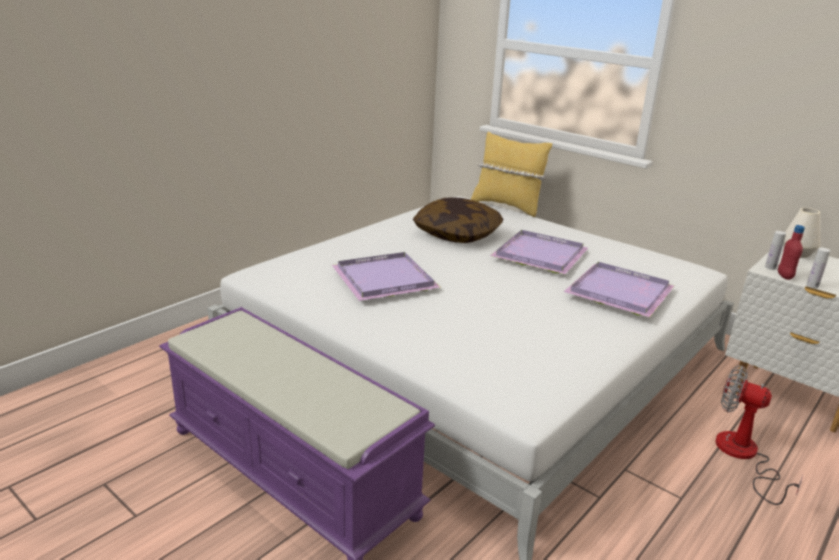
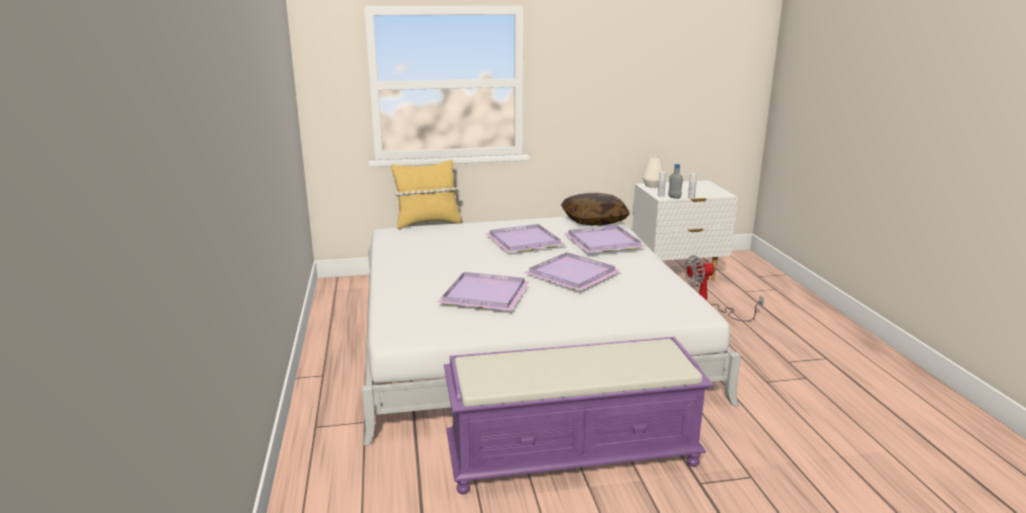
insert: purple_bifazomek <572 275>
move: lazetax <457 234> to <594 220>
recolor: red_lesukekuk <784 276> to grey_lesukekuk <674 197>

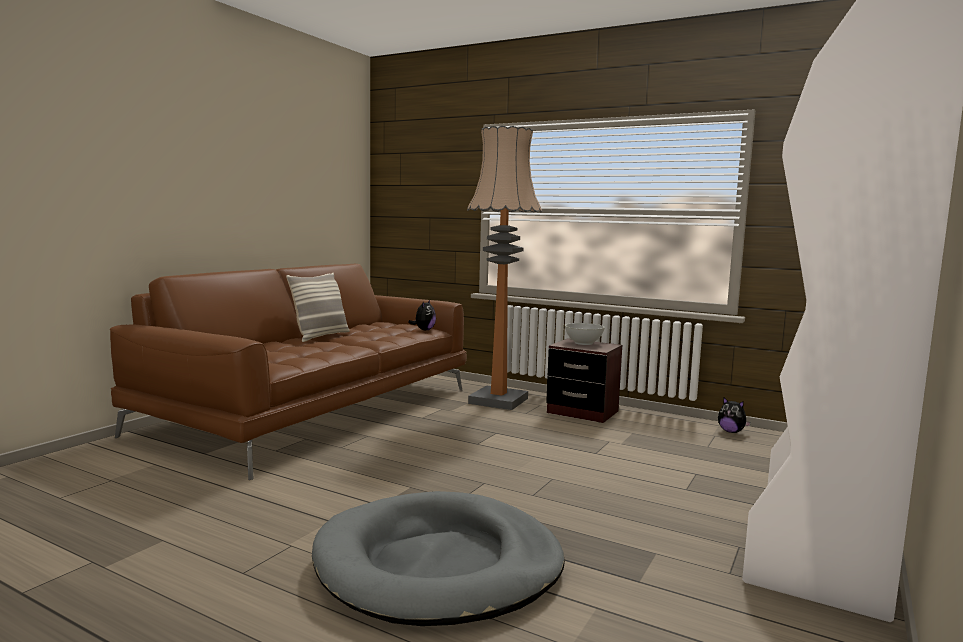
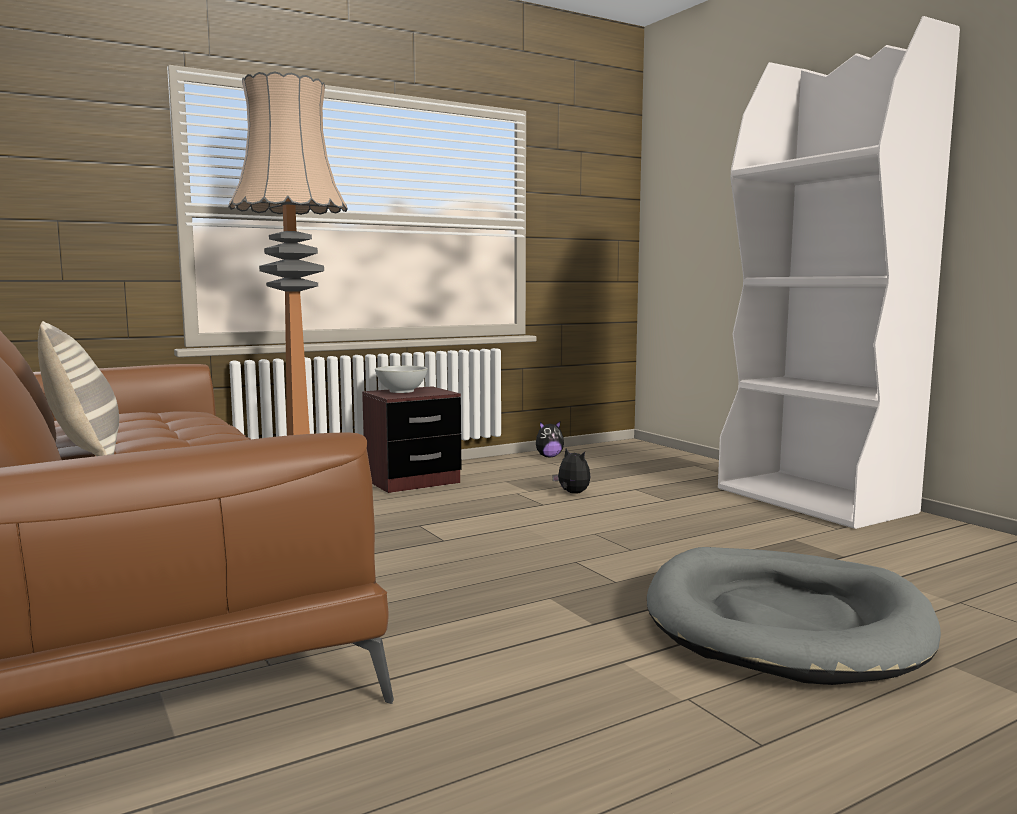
move: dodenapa <424 330> to <572 493>

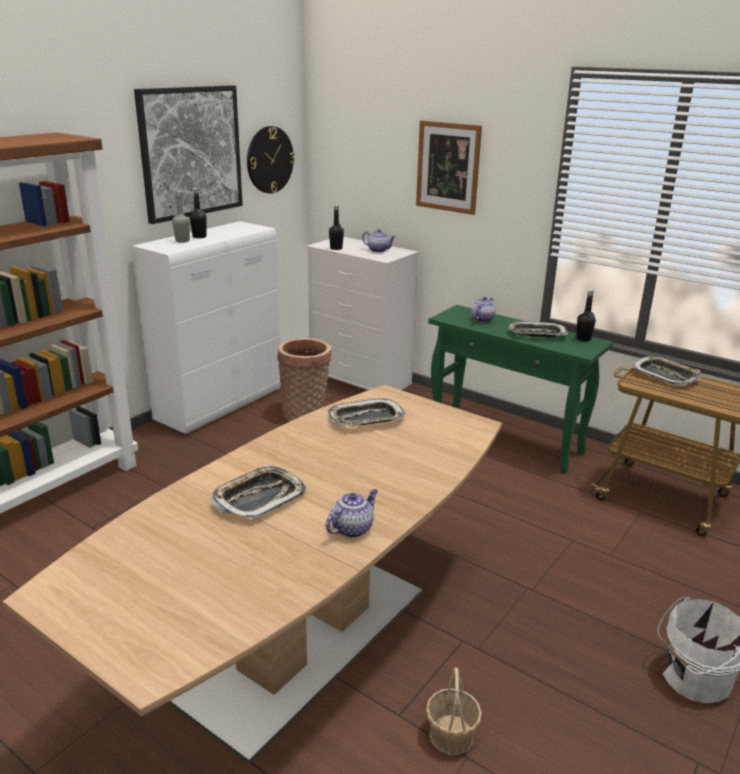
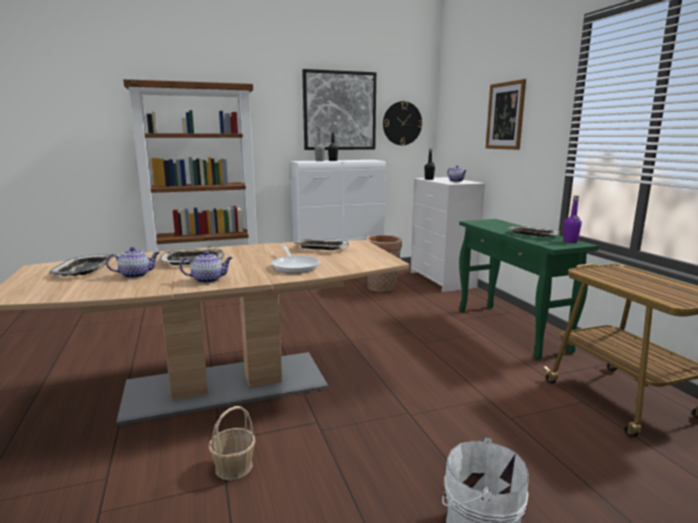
insert: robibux <295 266>
move: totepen <482 319> to <136 275>; bifazomek <665 375> to <85 270>
recolor: black_lesukekuk <583 339> to purple_lesukekuk <570 241>

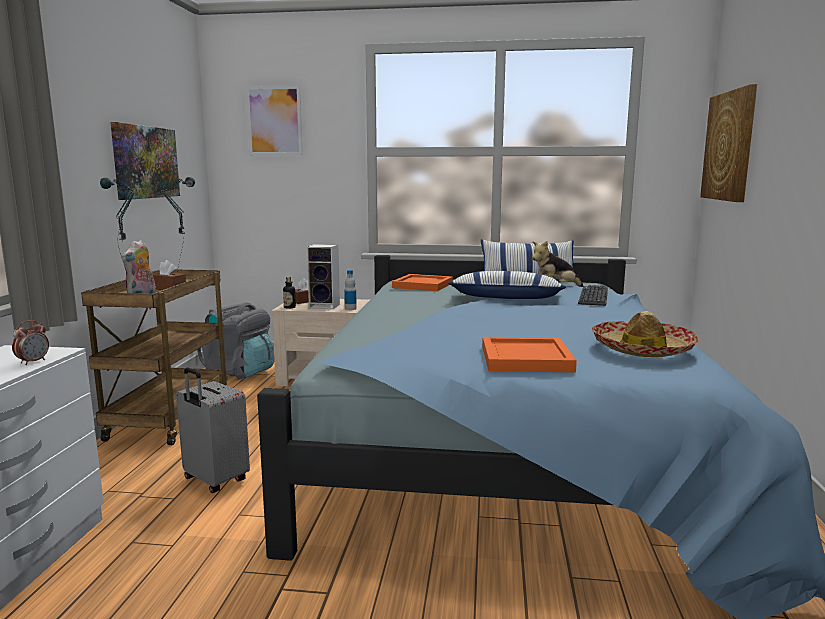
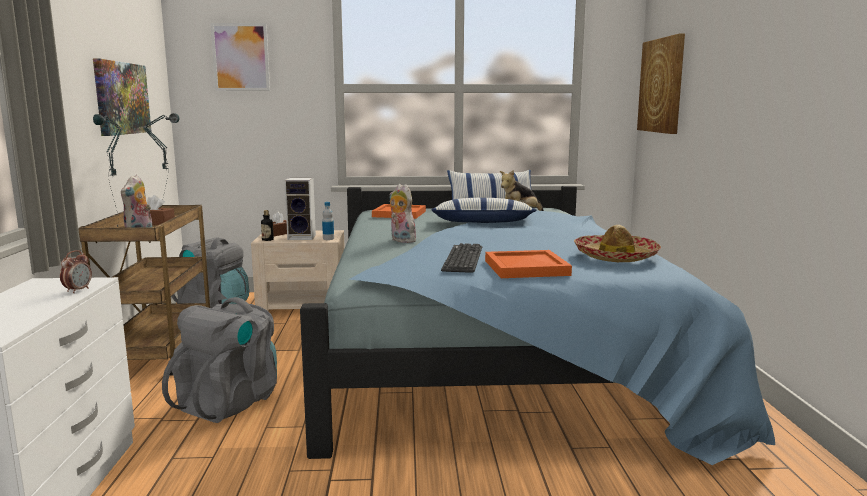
insert: dodenapa <401 240>
move: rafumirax <593 296> to <463 259>
replace: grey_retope <214 480> to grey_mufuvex <230 402>

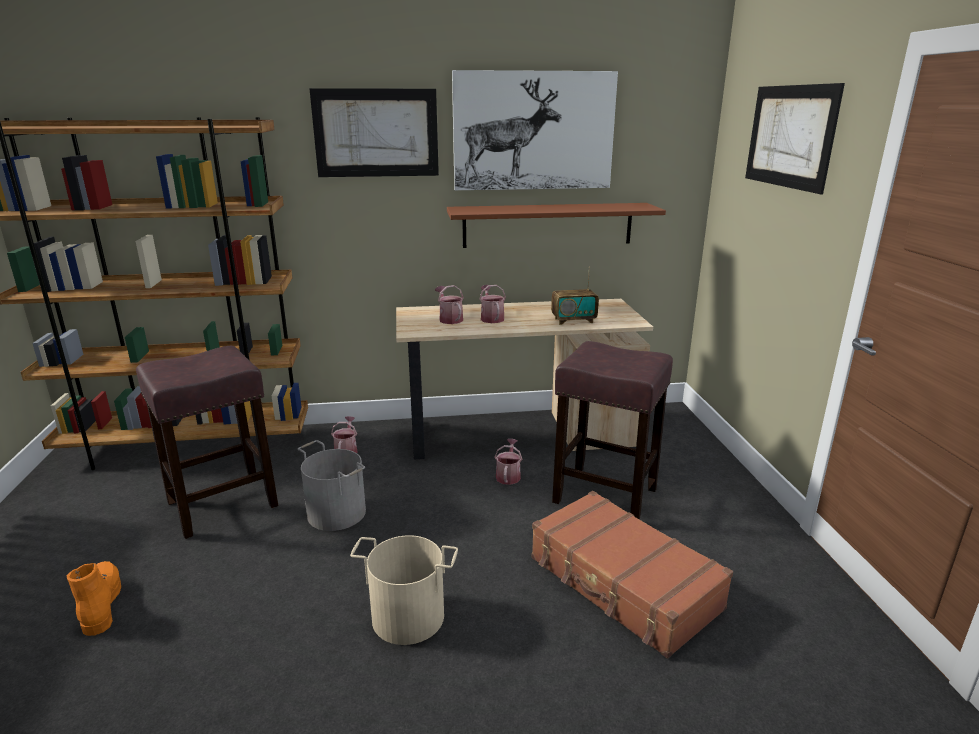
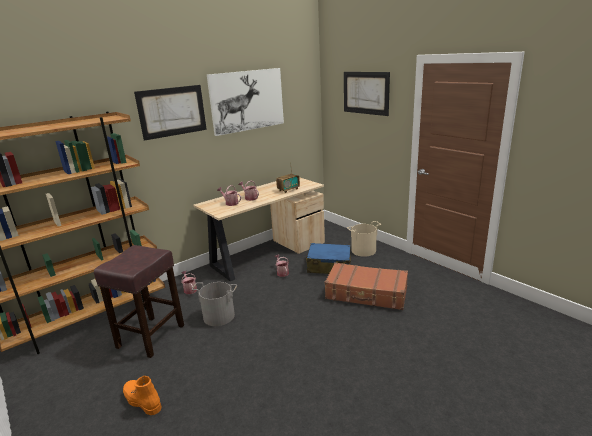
delete: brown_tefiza <548 225>
move: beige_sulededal <408 617> to <364 250>
replace: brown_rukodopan <603 495> to blue_retope <329 266>

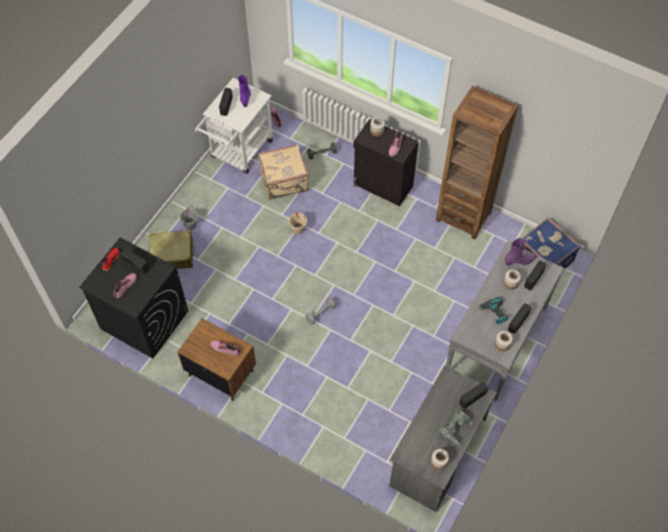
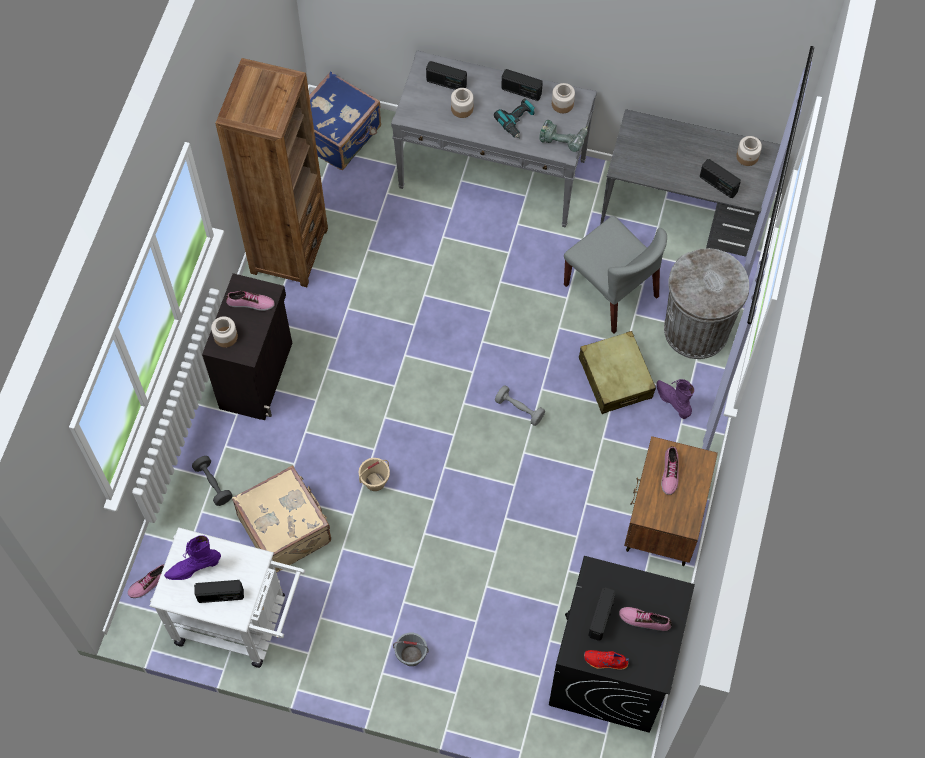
insert: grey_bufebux <611 291>; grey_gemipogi <696 330>
move: beige_retope <172 255> to <615 378>; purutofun <455 430> to <563 139>; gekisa <472 398> to <718 184>; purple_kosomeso <519 261> to <673 402>

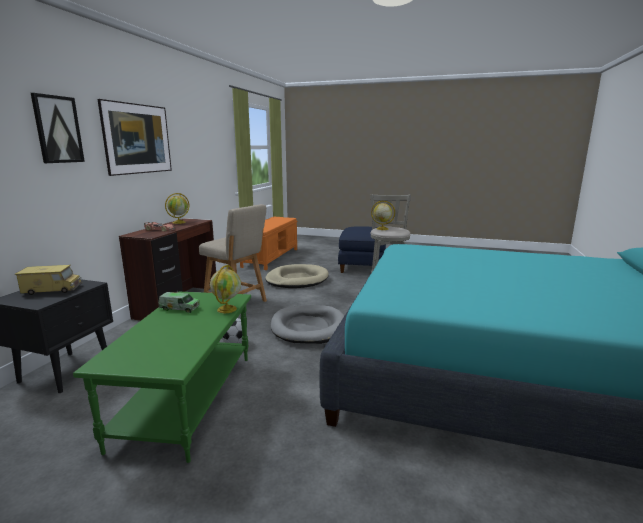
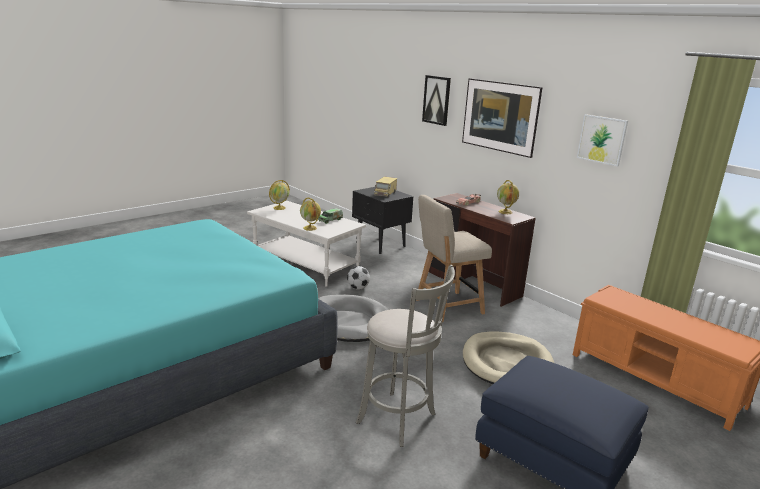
insert: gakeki <602 139>
move: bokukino <382 229> to <279 208>
recolor: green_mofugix <188 399> to white_mofugix <304 264>

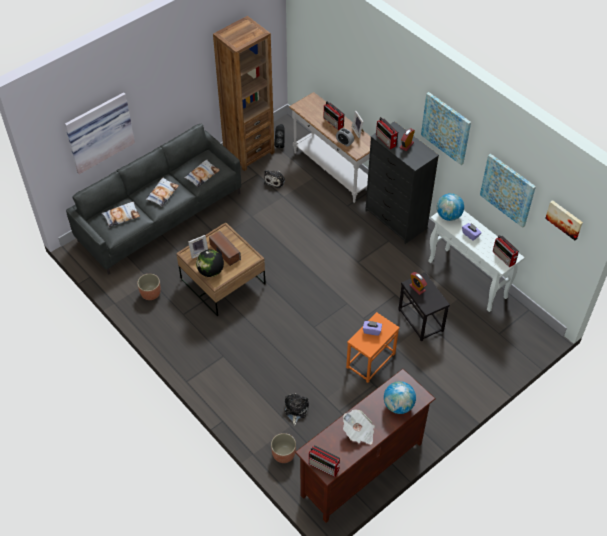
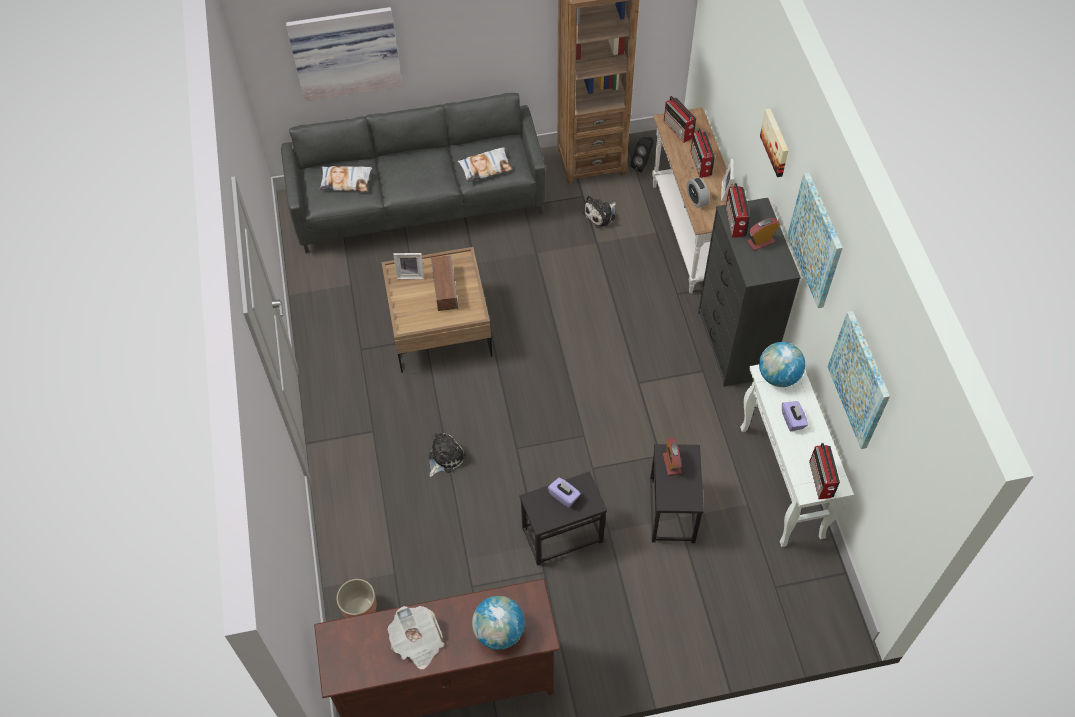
delete: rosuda <150 293>; lazetax <162 194>; bokukino <211 271>
move: dodenapa <295 410> to <445 457>; gekisa <324 467> to <678 130>; gakeki <564 219> to <776 142>
recolor: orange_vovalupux <370 360> to black_vovalupux <562 534>

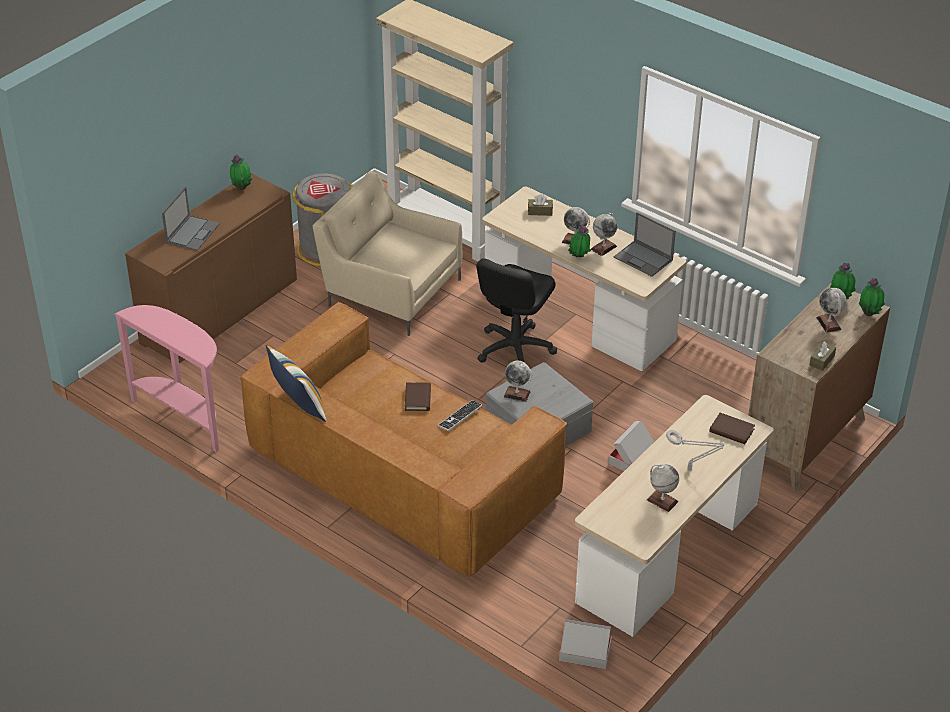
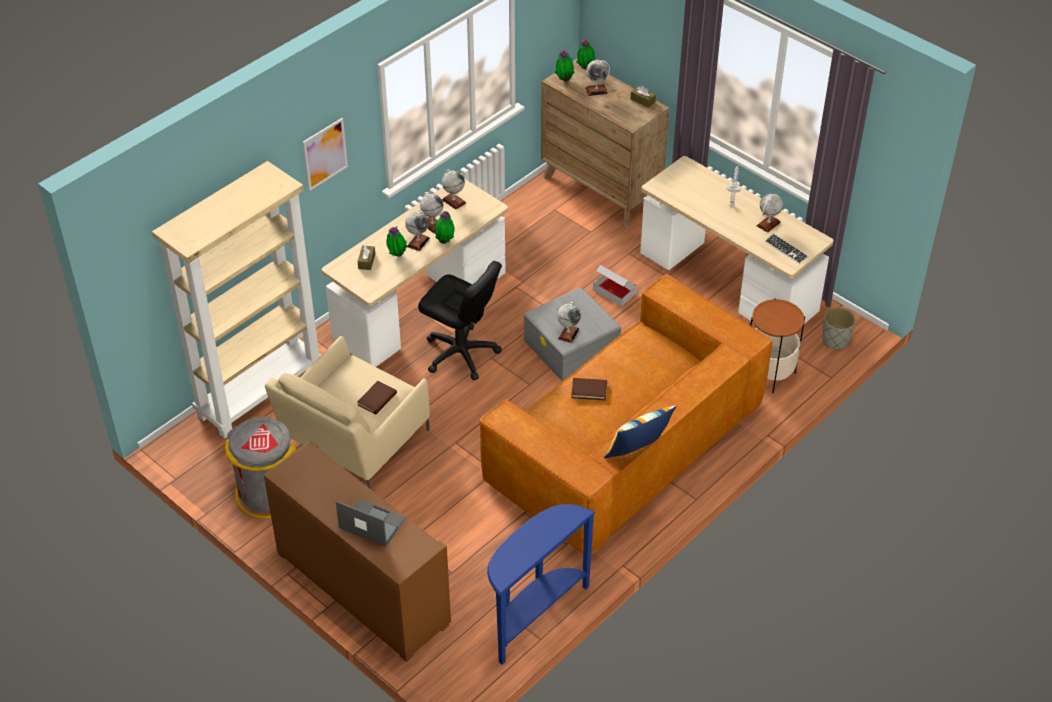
insert: gakeki <325 154>; vovalupux <769 374>
move: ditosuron <241 188> to <396 255>; rafumirax <460 416> to <786 250>; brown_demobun <731 431> to <377 399>
replace: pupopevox <585 653> to grey_rosuda <835 340>; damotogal <644 259> to bokukino <453 201>
recolor: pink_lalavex <184 417> to blue_lalavex <533 615>

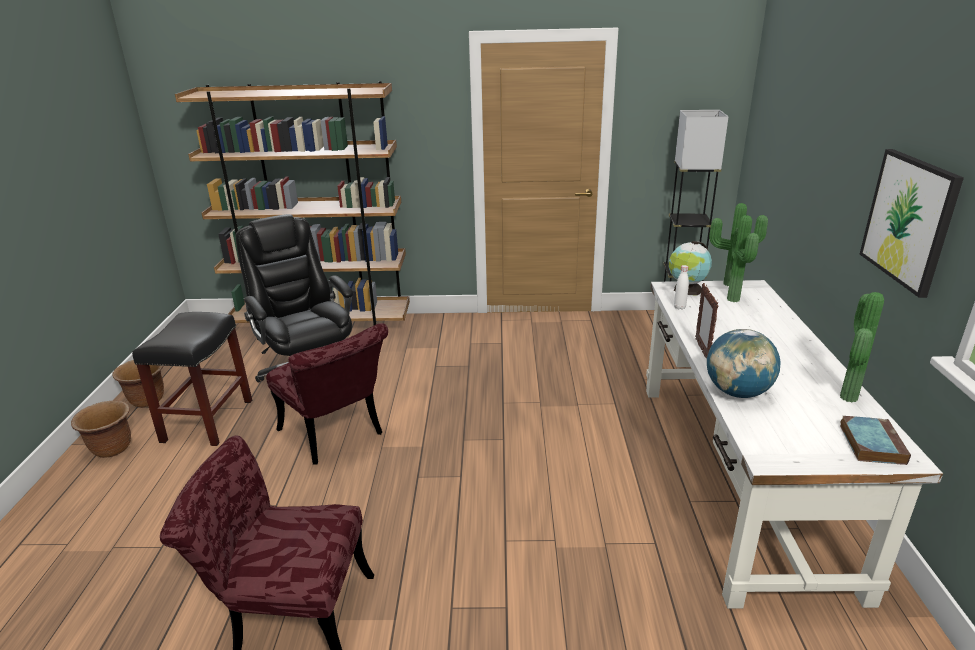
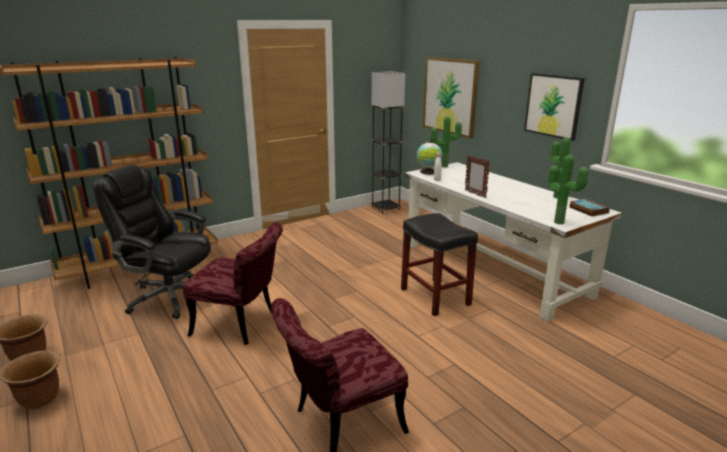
delete: bokukino <737 392>
insert: gakeki <450 96>
move: black_rukodopan <207 420> to <434 296>; ditosuron <735 299> to <560 222>

